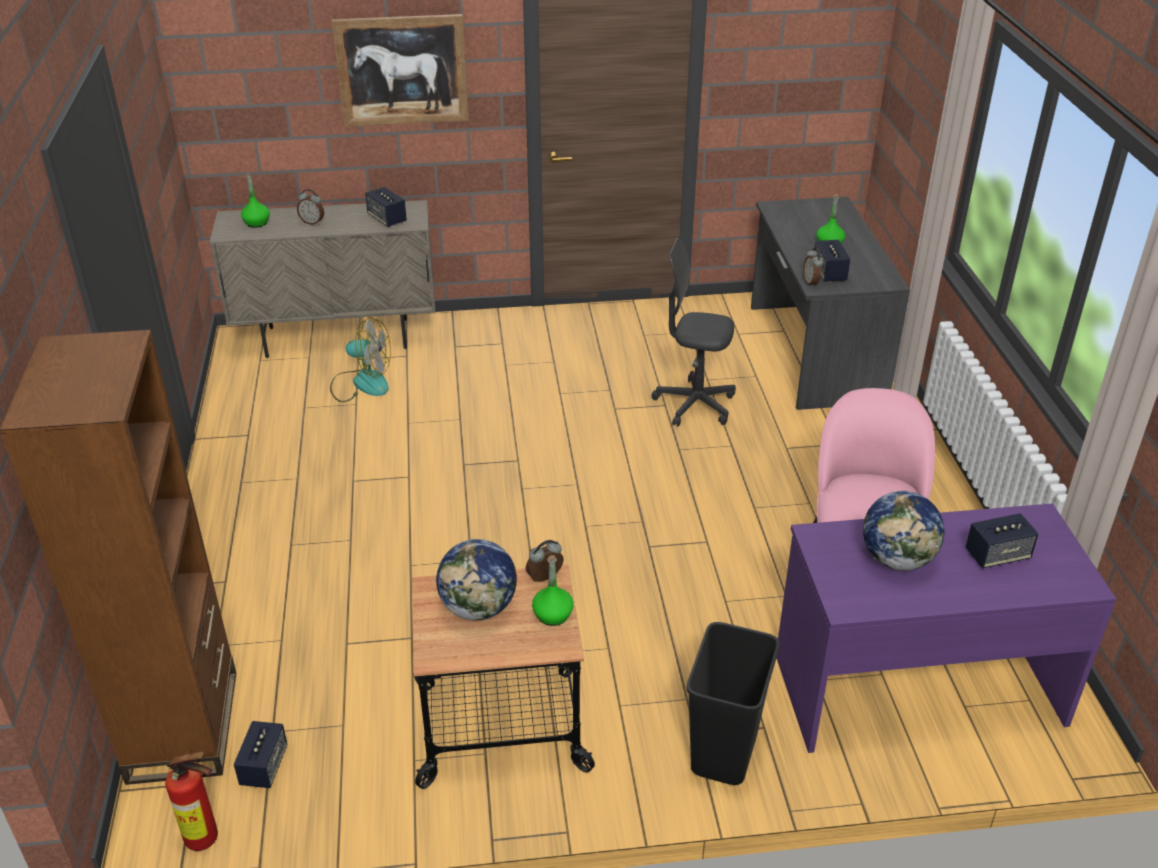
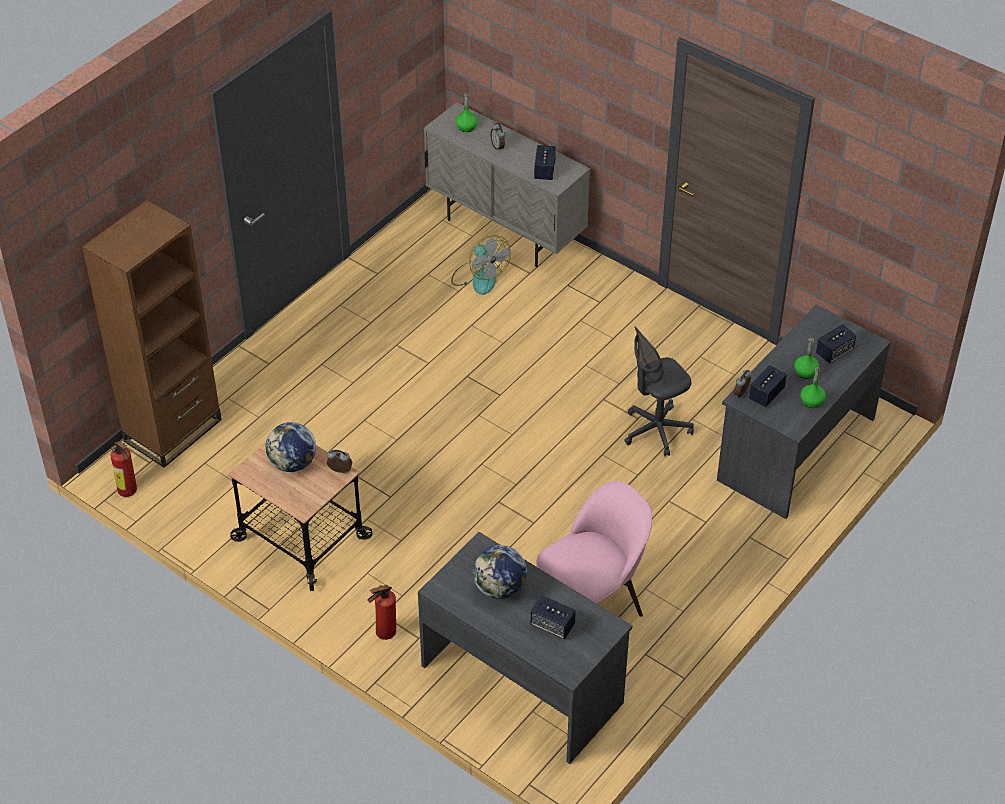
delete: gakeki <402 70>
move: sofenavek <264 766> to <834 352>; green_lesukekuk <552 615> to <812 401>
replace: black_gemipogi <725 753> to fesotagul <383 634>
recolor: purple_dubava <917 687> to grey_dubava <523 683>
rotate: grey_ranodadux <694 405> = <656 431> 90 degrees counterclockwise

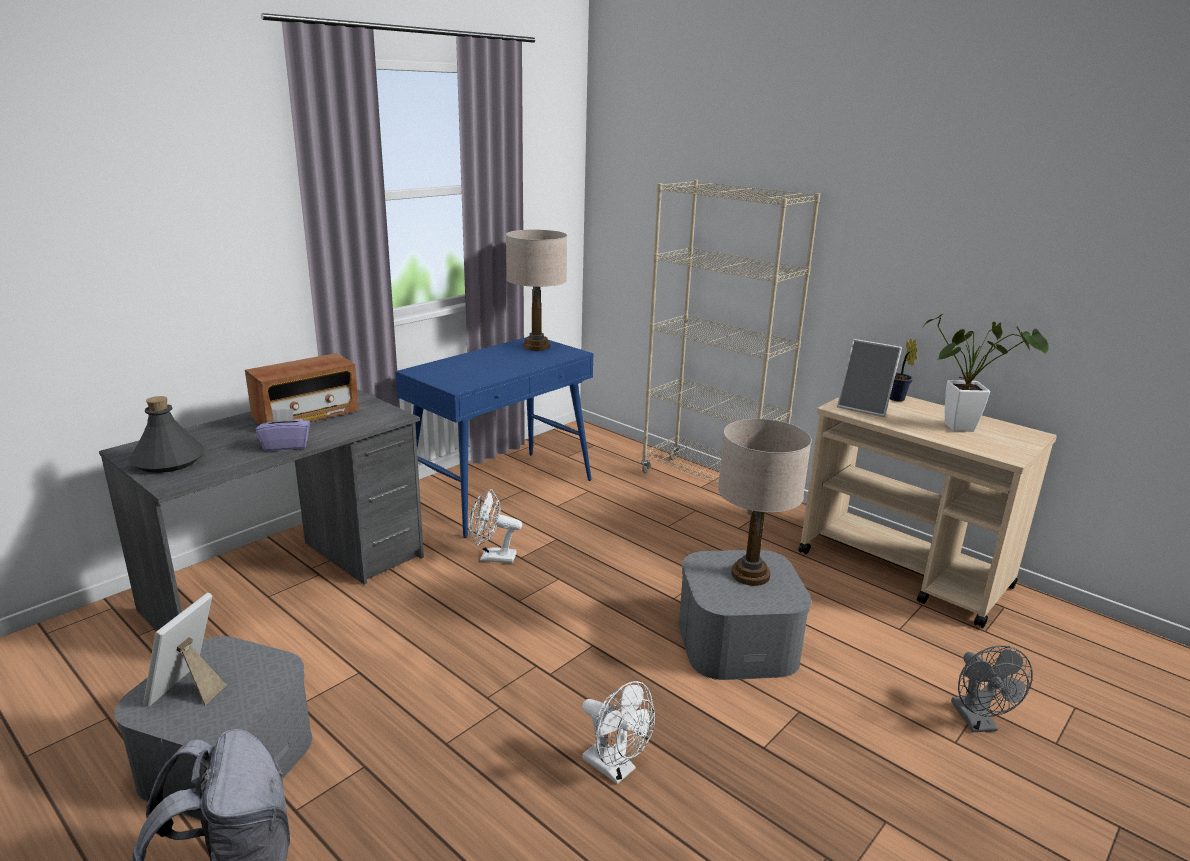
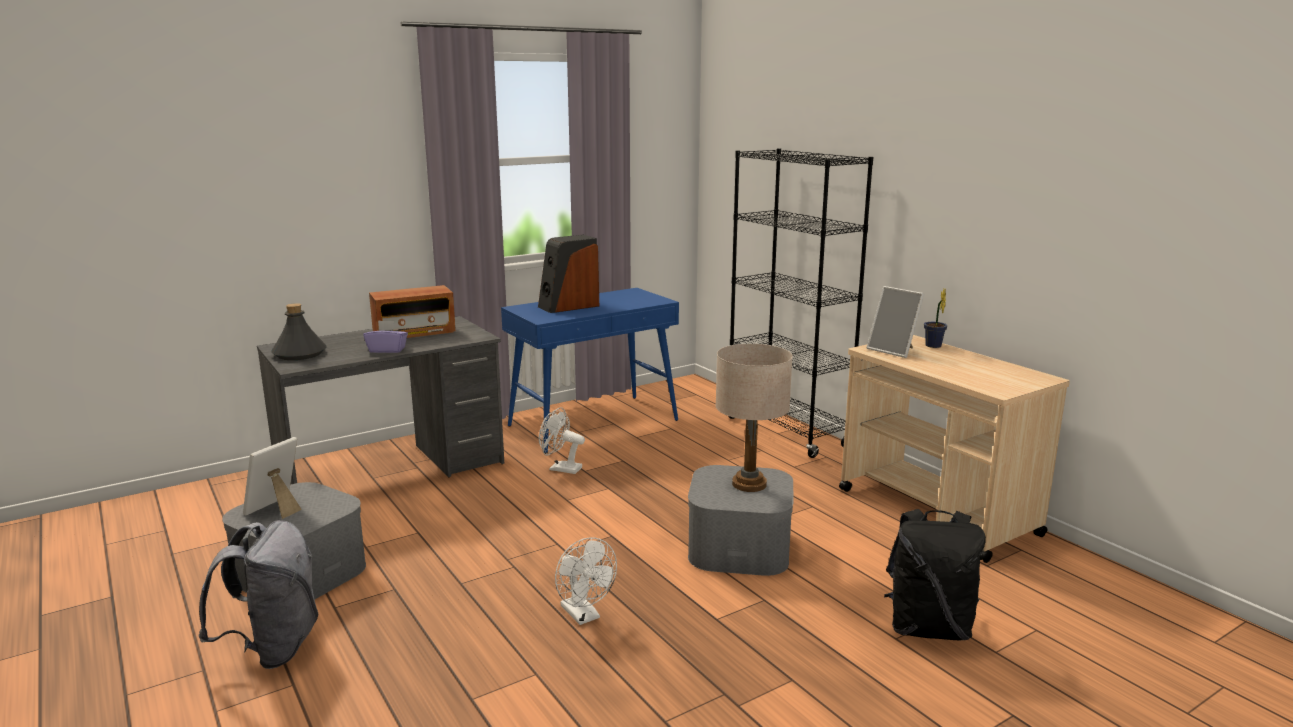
delete: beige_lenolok <536 346>; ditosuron <966 428>
insert: sofenavek <568 306>
replace: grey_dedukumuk <978 722> to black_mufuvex <928 628>
recolor: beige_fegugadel <709 485> to black_fegugadel <787 432>

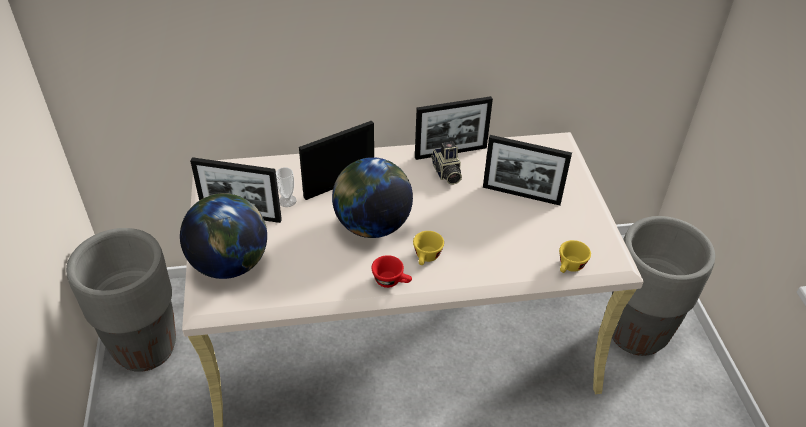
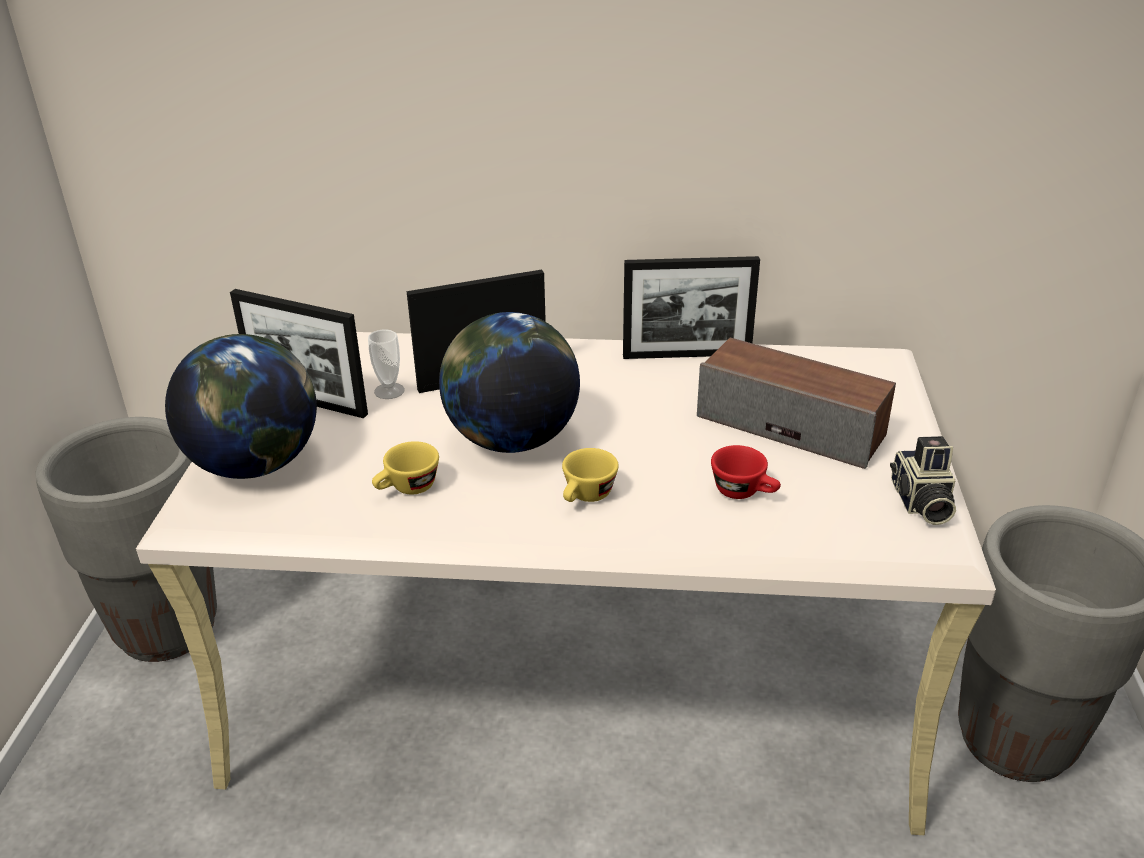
move: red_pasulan <392 281> to <744 492>; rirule <446 173> to <920 503>; yellow_pasulan <570 267> to <407 489>
replace: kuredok <521 195> to sofenavek <791 425>

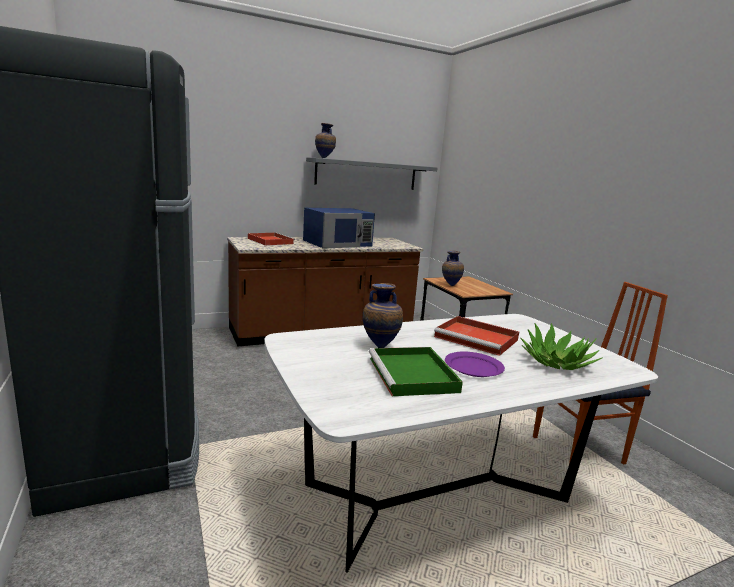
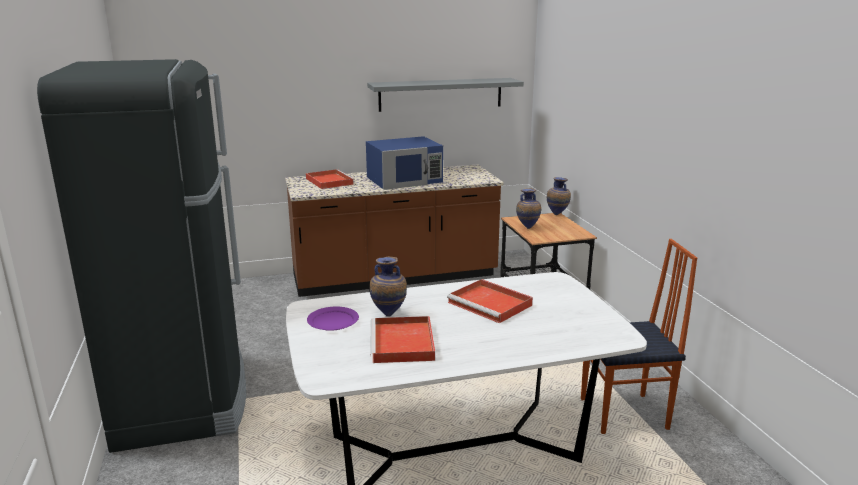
delete: ditosuron <556 362>
move: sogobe <325 158> to <557 214>; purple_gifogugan <473 367> to <333 321>
recolor: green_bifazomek <413 375> to red_bifazomek <403 343>

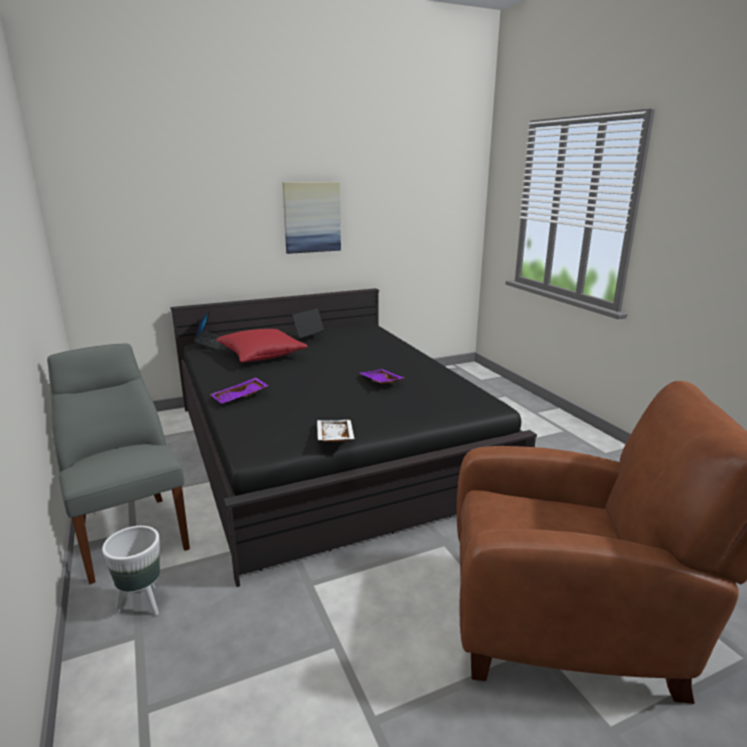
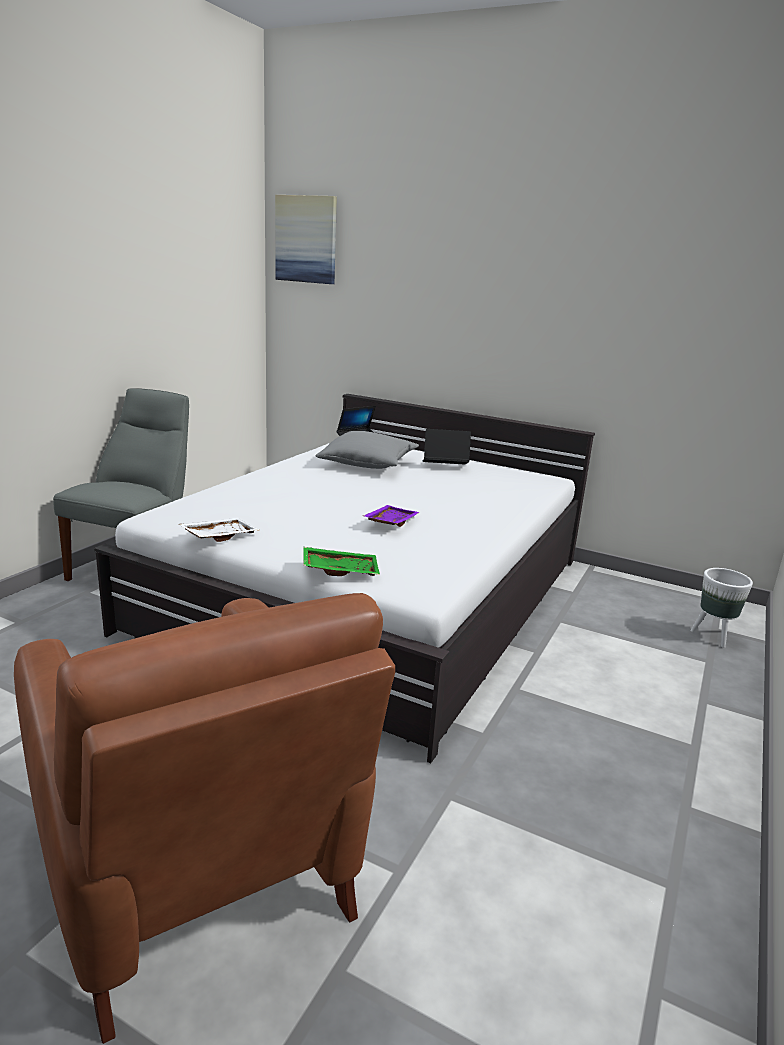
delete: purple_bifazomek <240 397>
insert: green_bifazomek <340 570>
move: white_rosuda <142 604> to <712 636>; gakeki <312 217> to <306 239>
recolor: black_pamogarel <328 447> to white_pamogarel <374 593>; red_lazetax <261 355> to grey_lazetax <368 464>

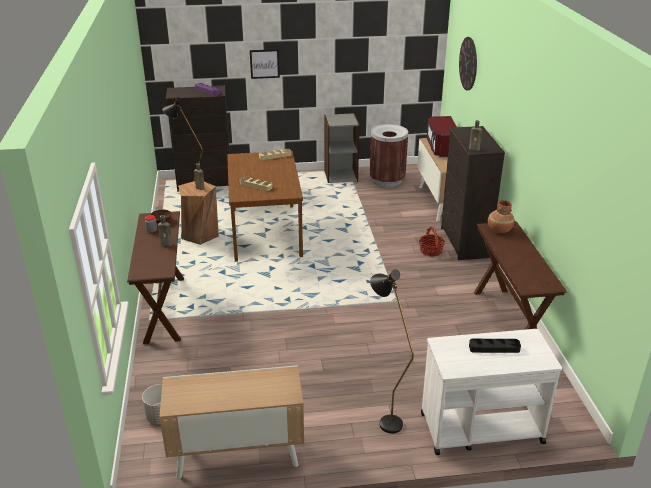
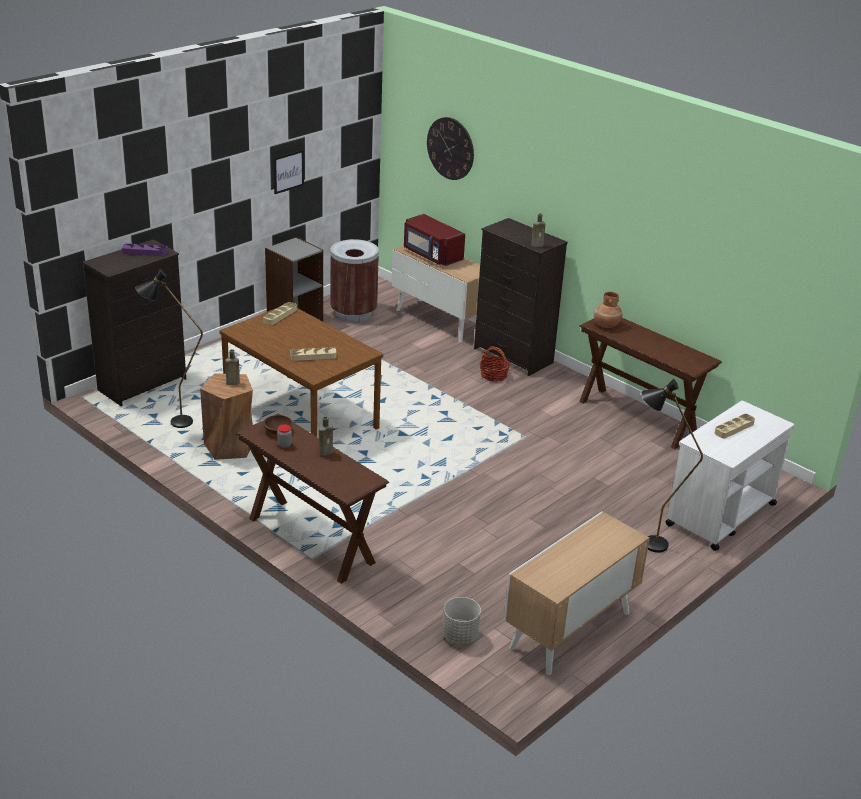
move: gakeki <264 63> to <288 171>
recolor: black_bifazomek <494 348> to beige_bifazomek <734 428>

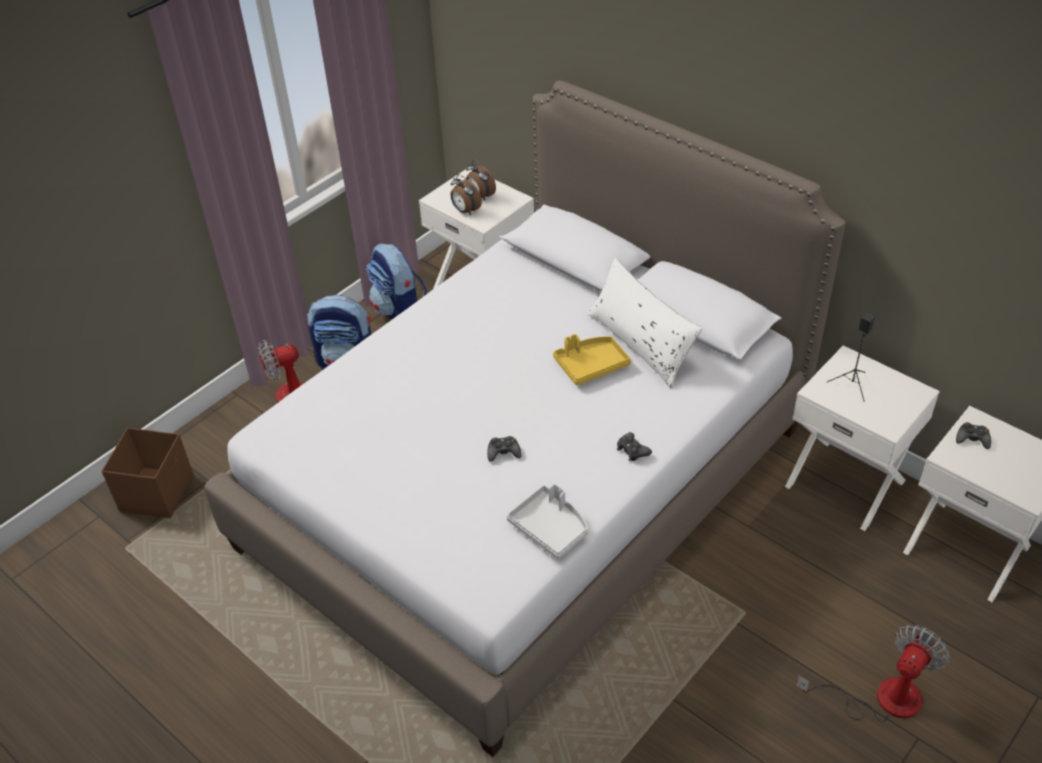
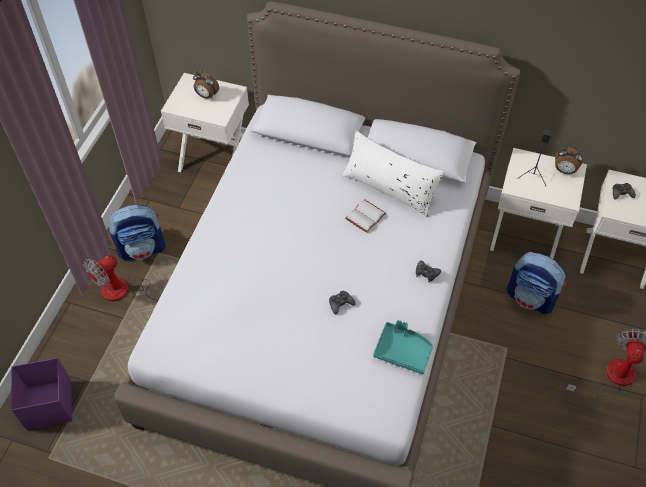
move: mufuvex <399 311> to <531 298>; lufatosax <465 211> to <564 171>
replace: yellow_bifazomek <591 365> to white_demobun <365 215>
recolor: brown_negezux <158 492> to purple_negezux <50 404>; grey_bifazomek <550 528> to turquoise_bifazomek <403 351>

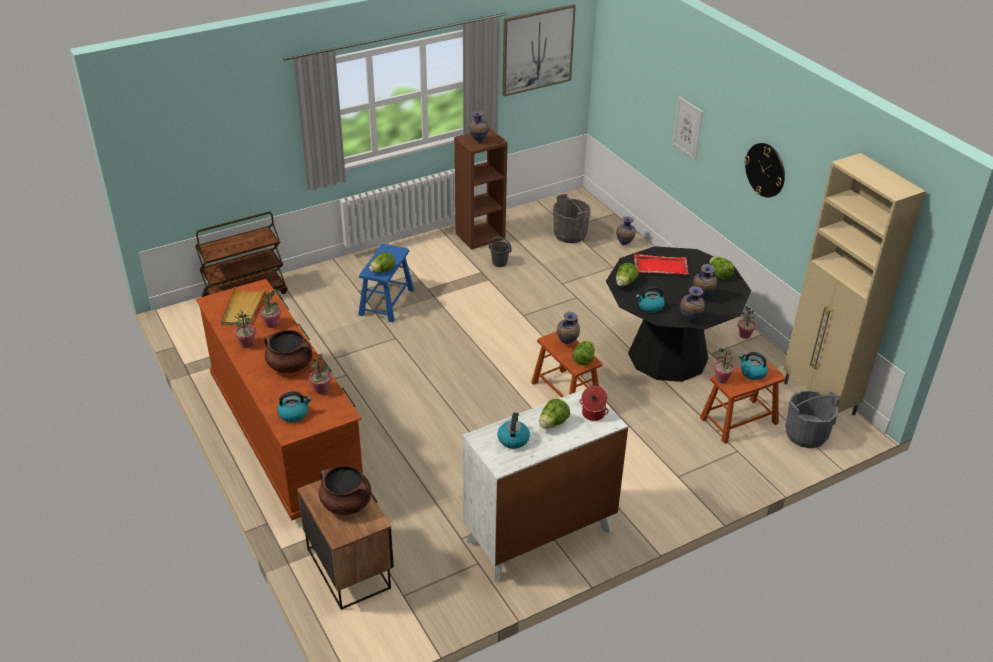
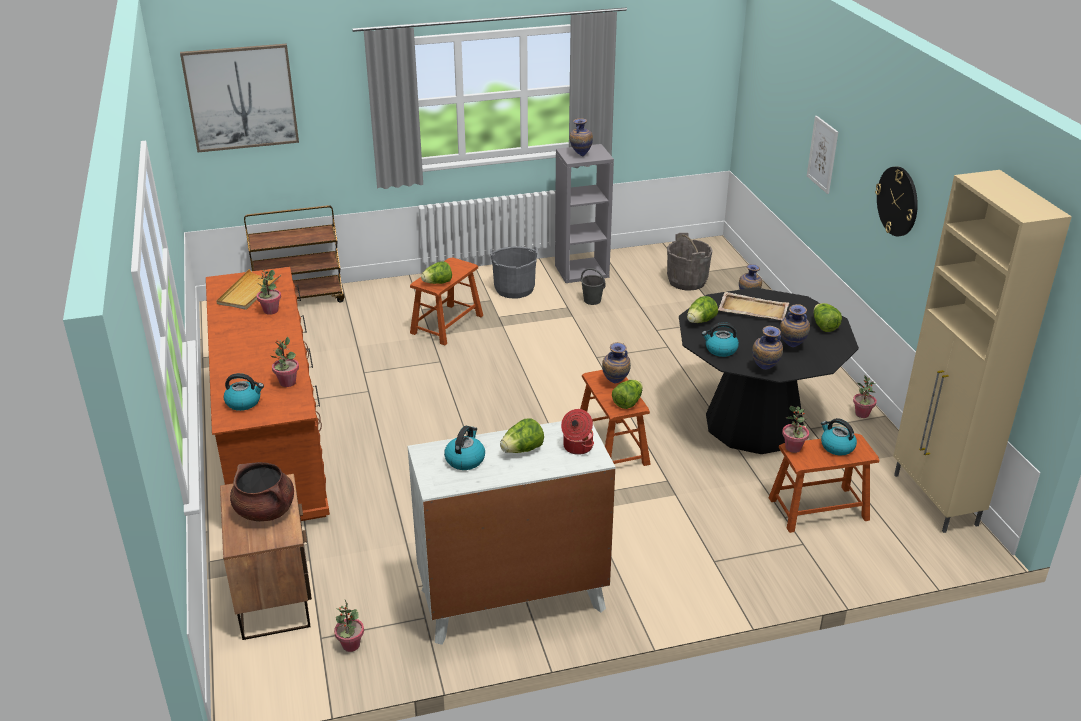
delete: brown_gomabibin <290 365>
move: ditosuron <247 344> to <351 645>; gakeki <537 49> to <241 97>; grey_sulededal <806 434> to <514 289>
recolor: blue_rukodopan <386 302> to brown_rukodopan <447 324>; brown_fegugadel <480 236> to grey_fegugadel <582 271>; red_bifazomek <660 266> to beige_bifazomek <752 309>

